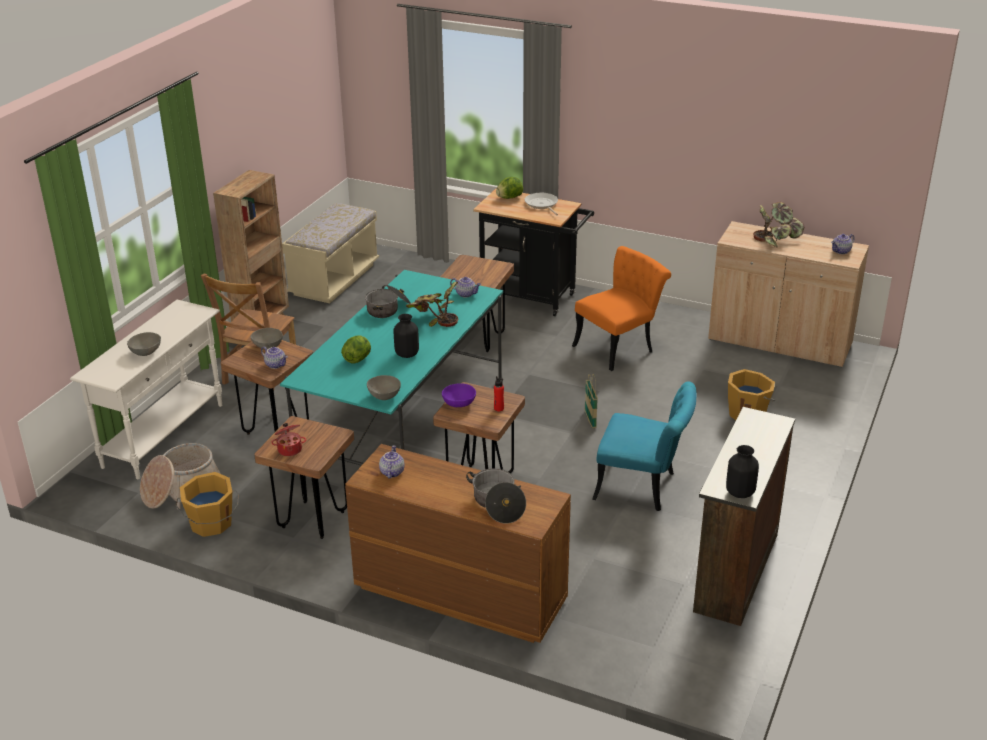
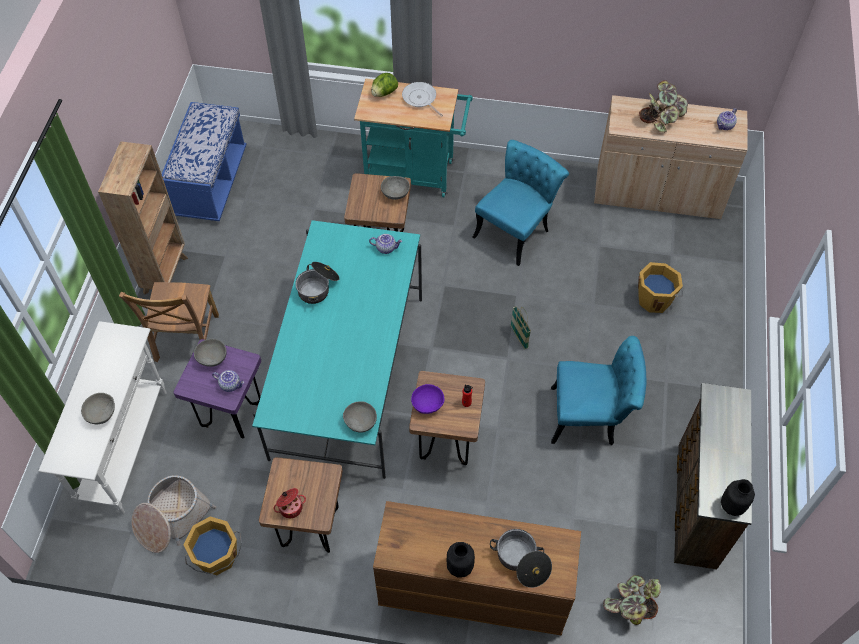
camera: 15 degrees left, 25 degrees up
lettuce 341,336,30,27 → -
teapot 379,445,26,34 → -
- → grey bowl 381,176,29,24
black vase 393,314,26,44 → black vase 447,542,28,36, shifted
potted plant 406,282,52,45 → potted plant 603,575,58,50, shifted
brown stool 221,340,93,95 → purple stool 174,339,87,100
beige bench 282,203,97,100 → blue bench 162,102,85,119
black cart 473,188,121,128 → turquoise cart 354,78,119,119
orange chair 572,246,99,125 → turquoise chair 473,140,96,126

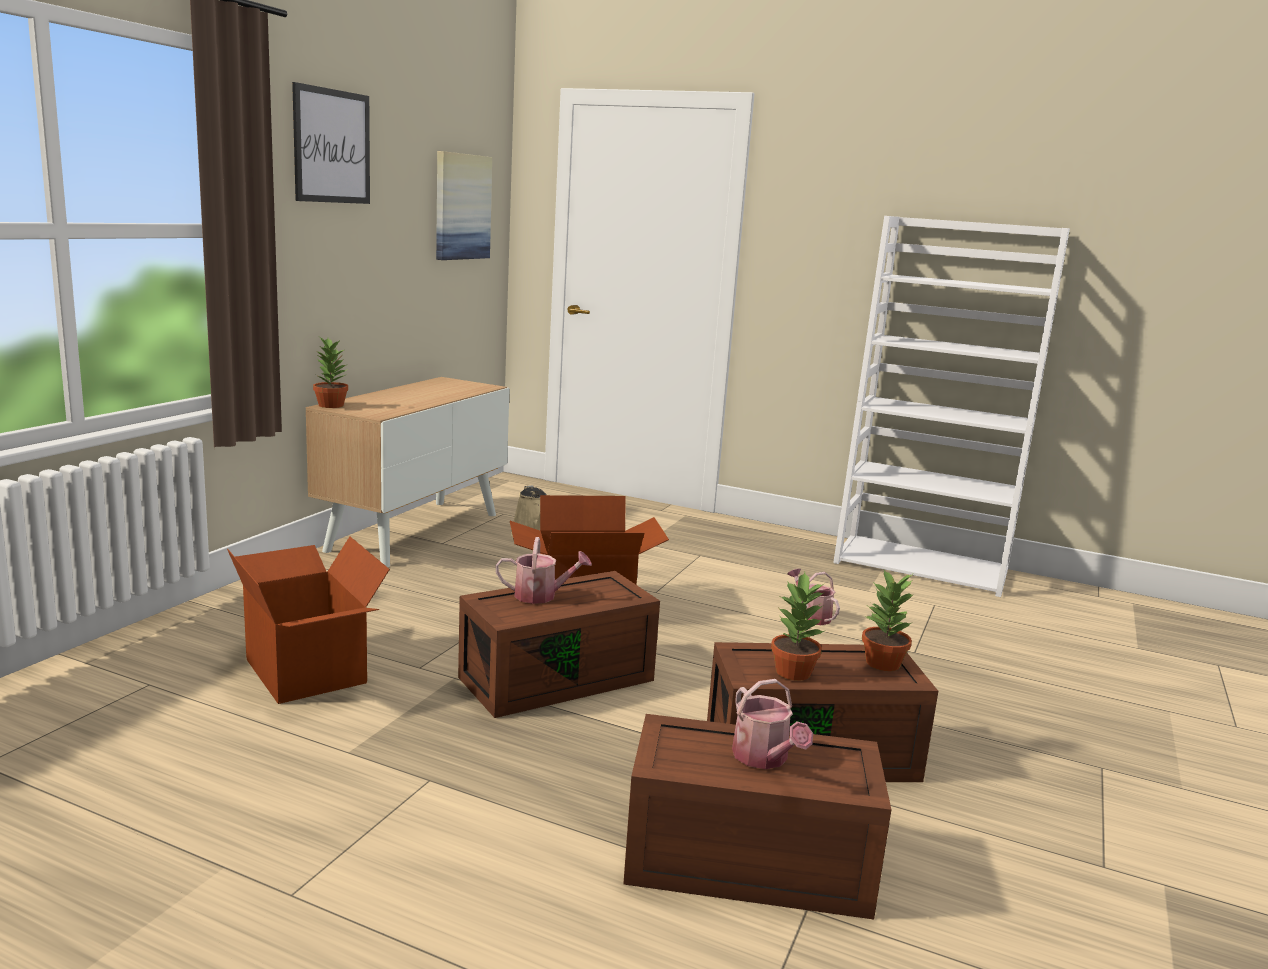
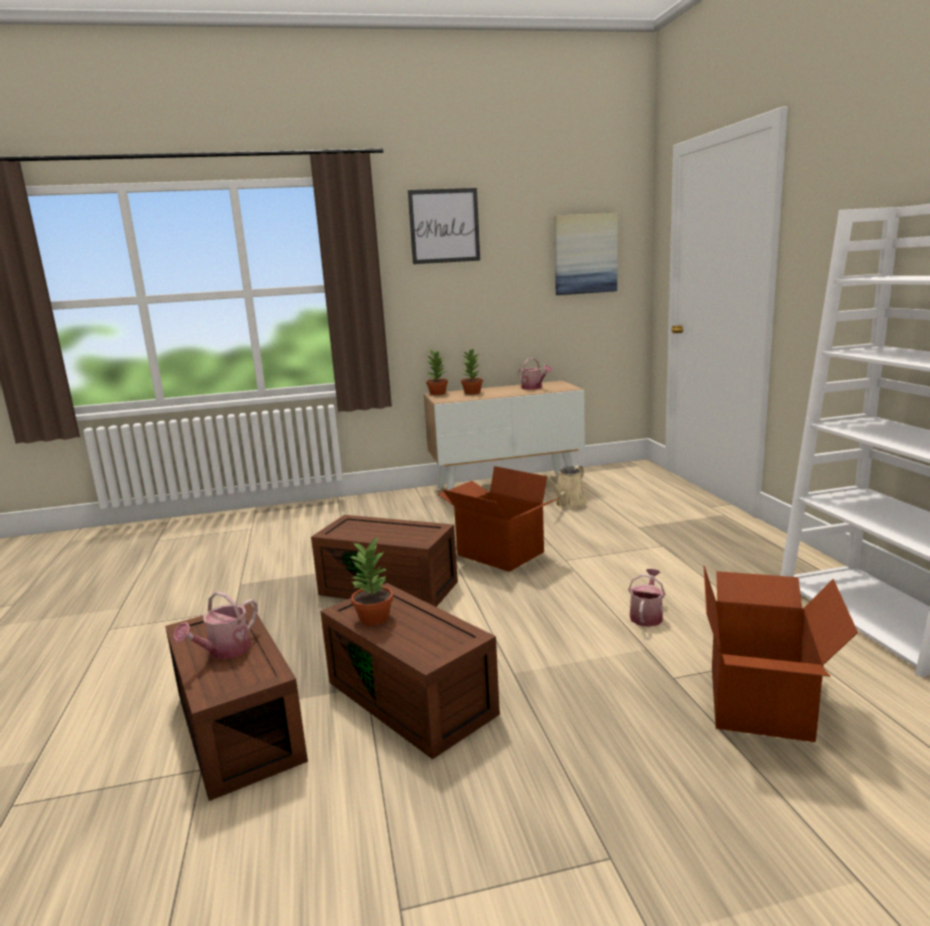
camera: 55 degrees right, 0 degrees up
cardboard box 227,536,163,168 → cardboard box 703,565,155,177, shifted
watering can 496,537,96,67 → watering can 518,358,34,32, shifted
potted plant 862,570,52,101 → potted plant 461,348,22,46, shifted

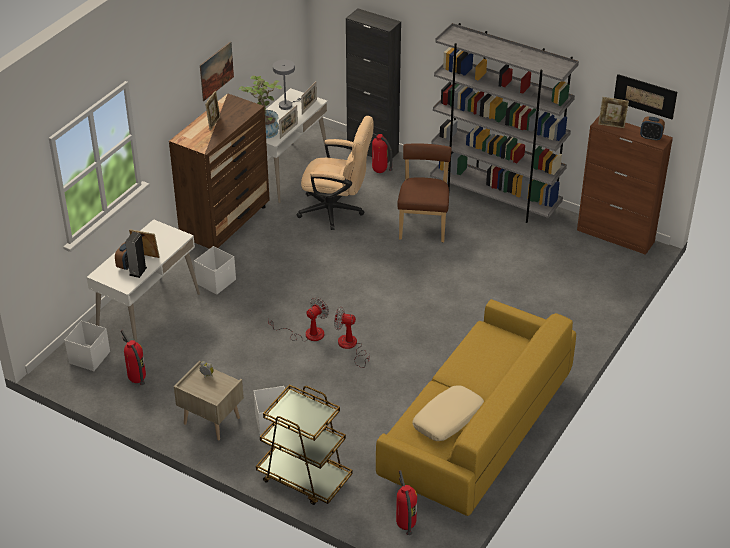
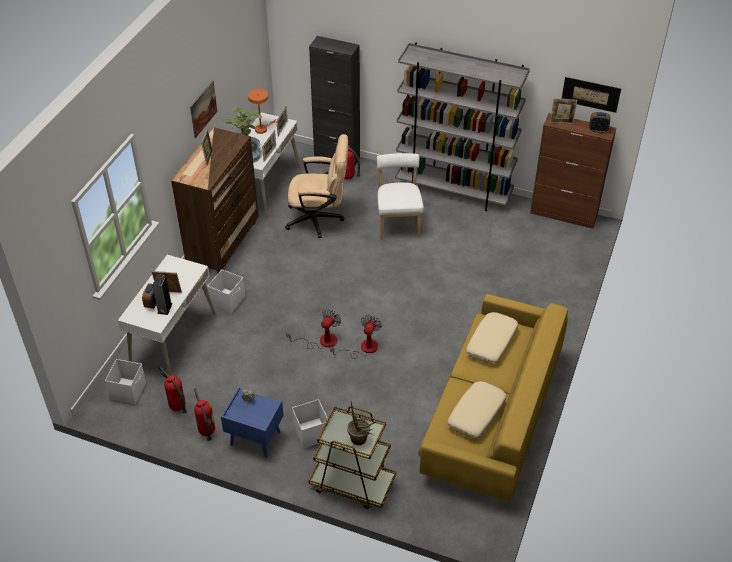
camera: 10 degrees left, 5 degrees up
- → potted plant 347,402,29,43
- → beige pillow 466,312,53,52
fire extinguisher 396,470,21,65 → fire extinguisher 194,388,21,53, shifted
beige nightstand 174,360,70,80 → blue nightstand 221,387,63,70
grey table lamp 273,60,28,50 → orange table lamp 248,89,29,45
brown chair 397,143,55,99 → white chair 377,153,47,87
fan 334,306,36,62 → fan 330,315,52,44, 105 degrees clockwise

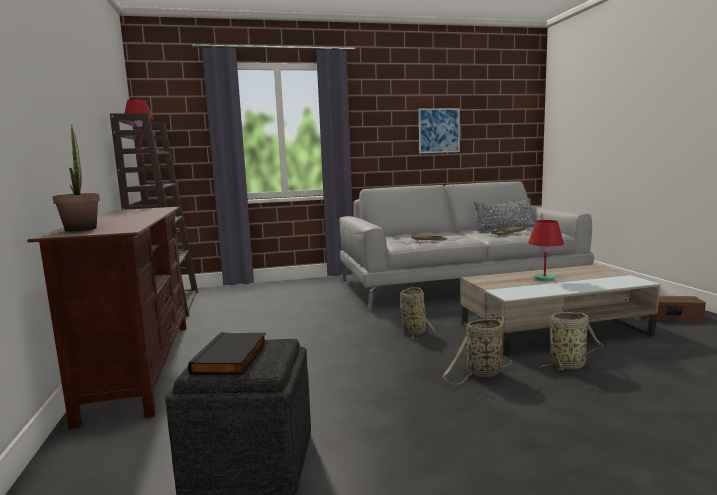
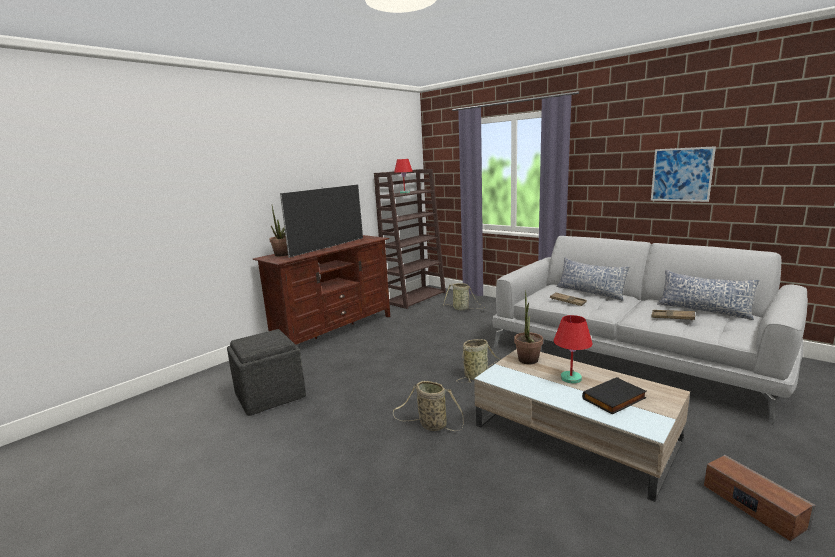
camera: 55 degrees right, 5 degrees up
- → television 280,184,83,74
- → potted plant 514,290,29,74
- → pillow 556,258,74,42
black book 188,332,79,43 → black book 582,377,65,37, shifted
basket 540,312,64,58 → basket 443,283,42,27, shifted

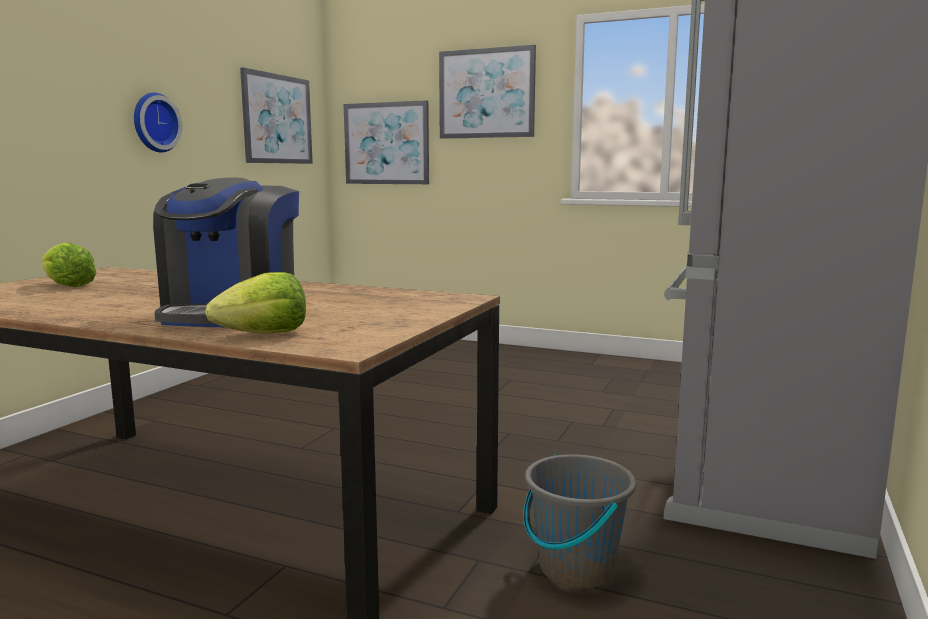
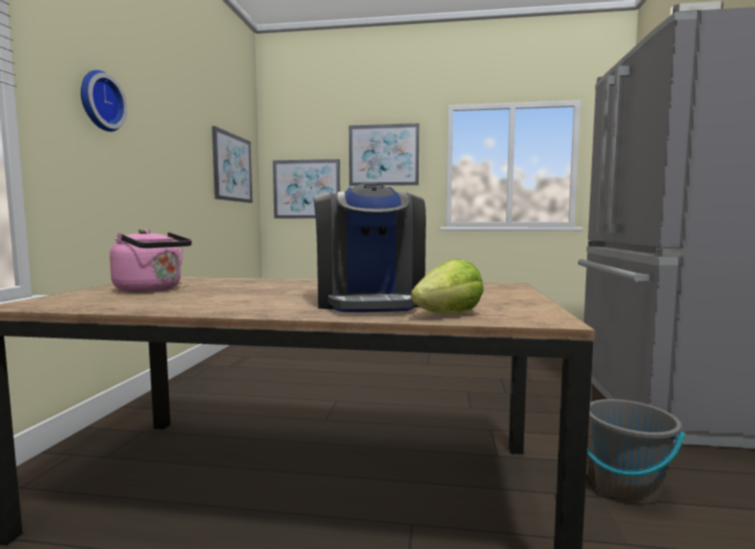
camera: 15 degrees left, 5 degrees down
wall clock 134,93,48,60 → wall clock 81,70,47,62, shifted
lettuce 41,243,56,44 → pink kettle 110,229,82,63

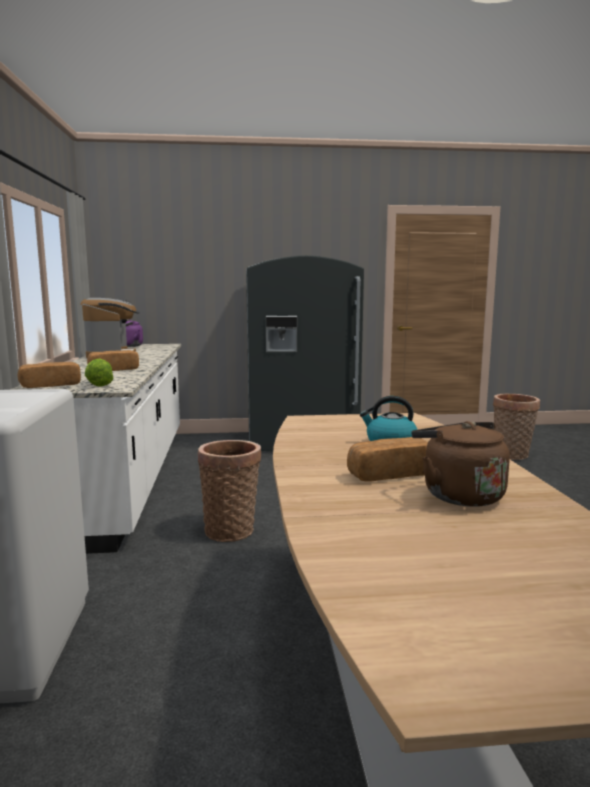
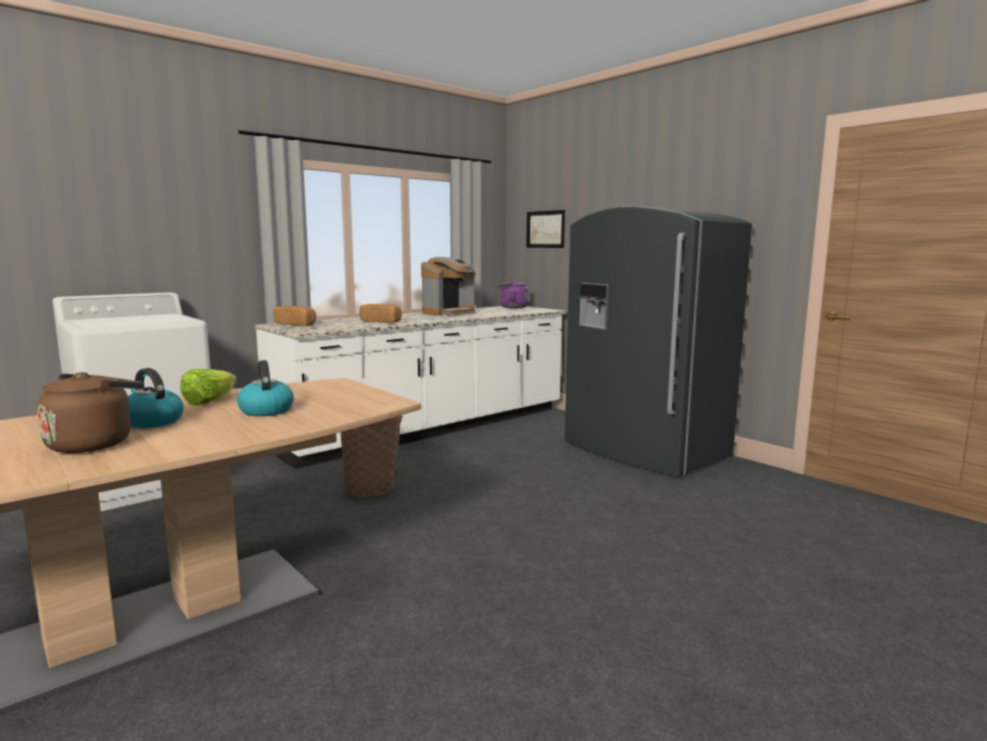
camera: 55 degrees right, 0 degrees up
basket 493,394,47,66 → -
- → picture 526,210,39,38
lettuce 85,358,28,29 → lettuce 180,369,57,36, shifted
bread 347,437,81,45 → kettle 128,368,56,60

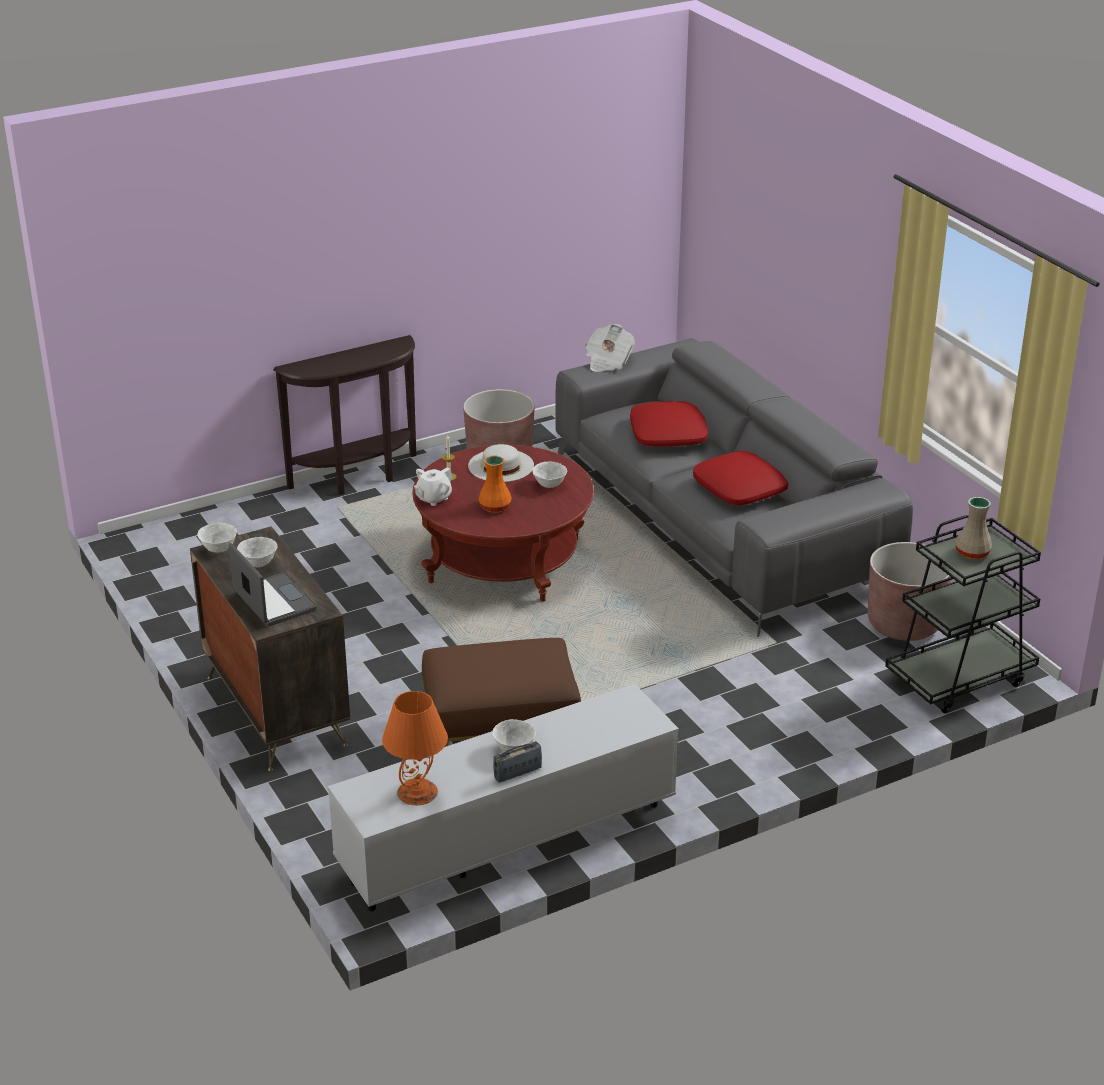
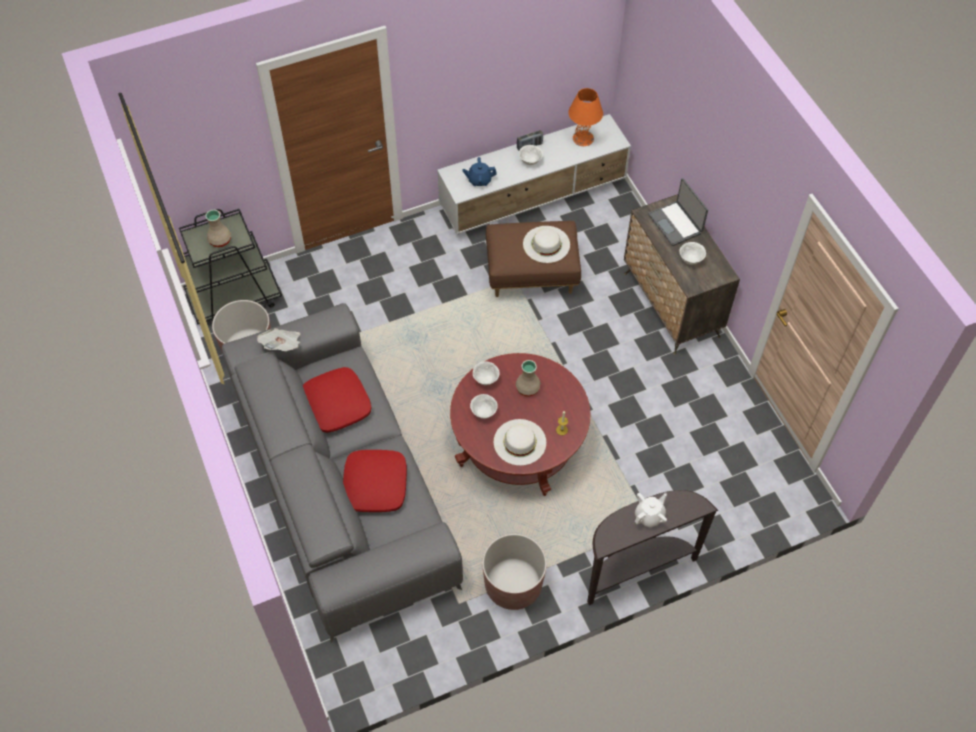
camera: 175 degrees left, 25 degrees up
- → blue teapot 462,157,35,29
- → white hat 523,226,47,37
white bowl 197,523,40,30 → white bowl 473,361,26,24, shifted
white teapot 414,467,39,39 → white teapot 634,493,33,34, shifted
newspaper 586,324,49,48 → newspaper 257,328,43,23, shifted
orange vase 478,455,34,58 → beige vase 516,360,25,37

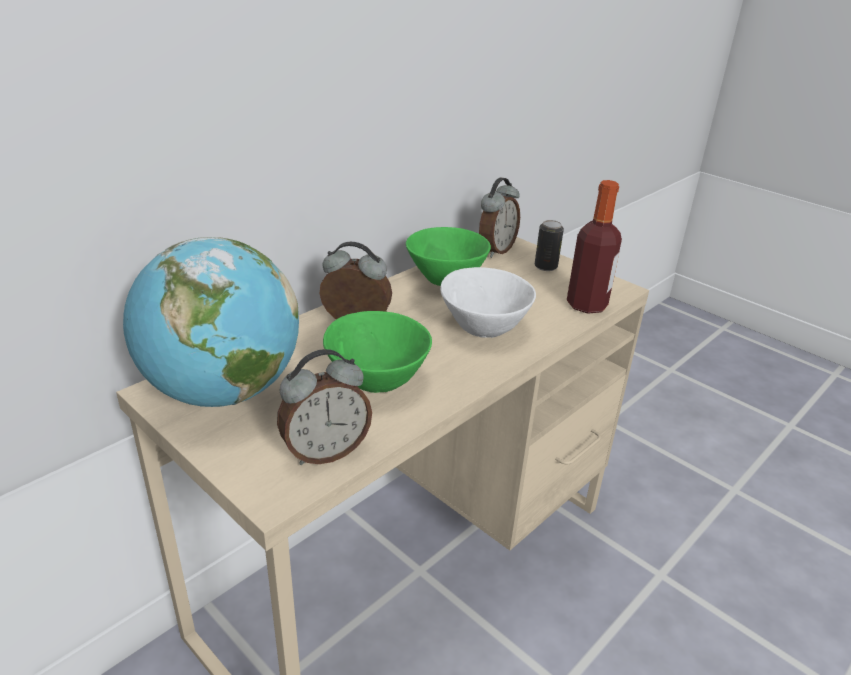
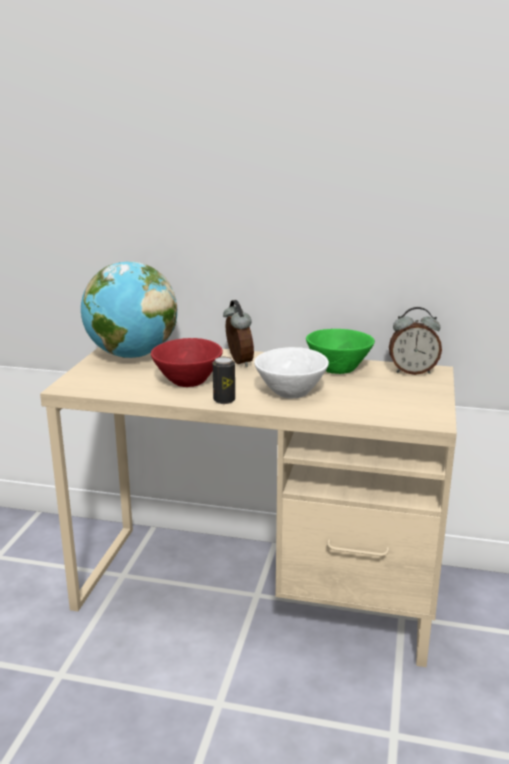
camera: 60 degrees right, 10 degrees down
alarm clock 277,349,95,116 → -
bottle 567,180,55,134 → -
can 535,220,29,51 → can 213,357,22,47, shifted
green bowl 323,311,109,82 → red bowl 151,338,72,49

